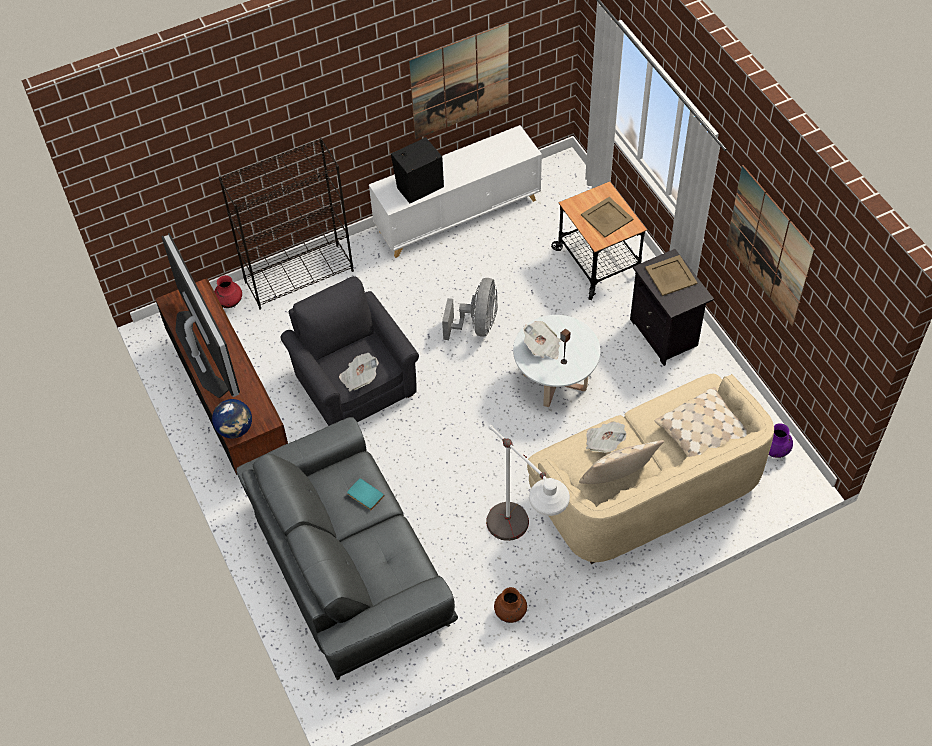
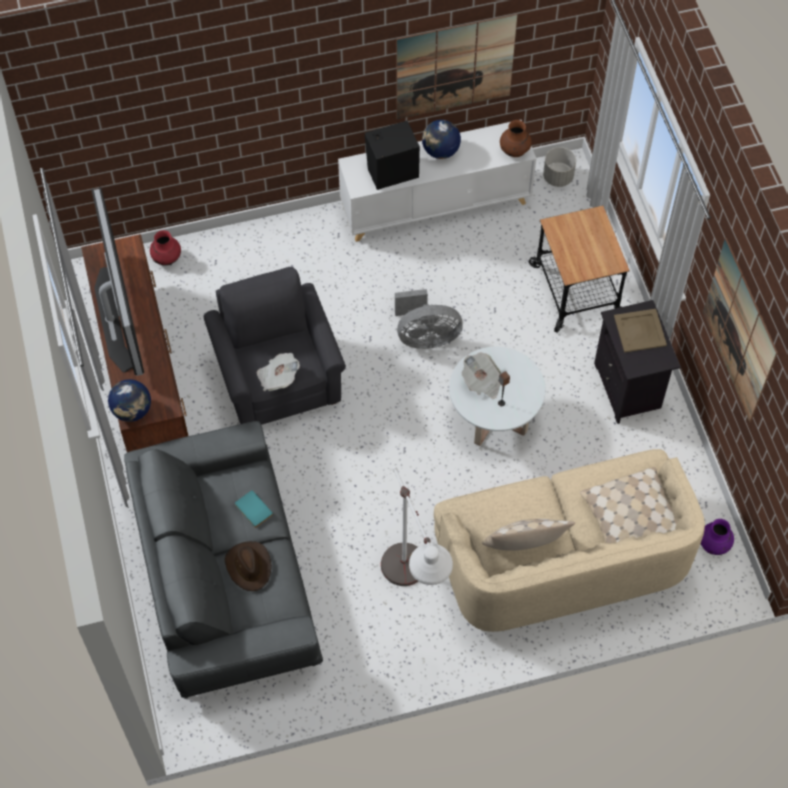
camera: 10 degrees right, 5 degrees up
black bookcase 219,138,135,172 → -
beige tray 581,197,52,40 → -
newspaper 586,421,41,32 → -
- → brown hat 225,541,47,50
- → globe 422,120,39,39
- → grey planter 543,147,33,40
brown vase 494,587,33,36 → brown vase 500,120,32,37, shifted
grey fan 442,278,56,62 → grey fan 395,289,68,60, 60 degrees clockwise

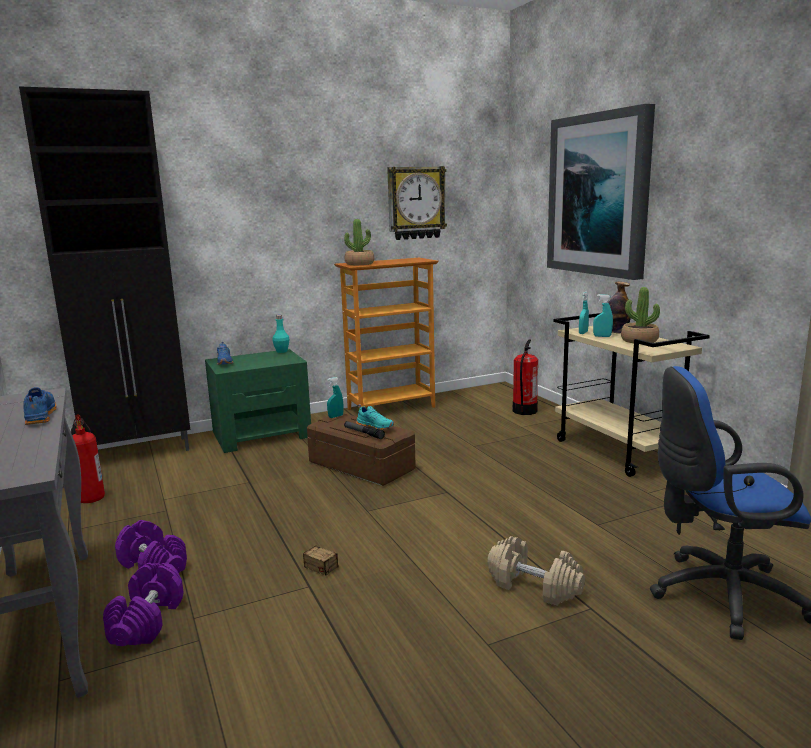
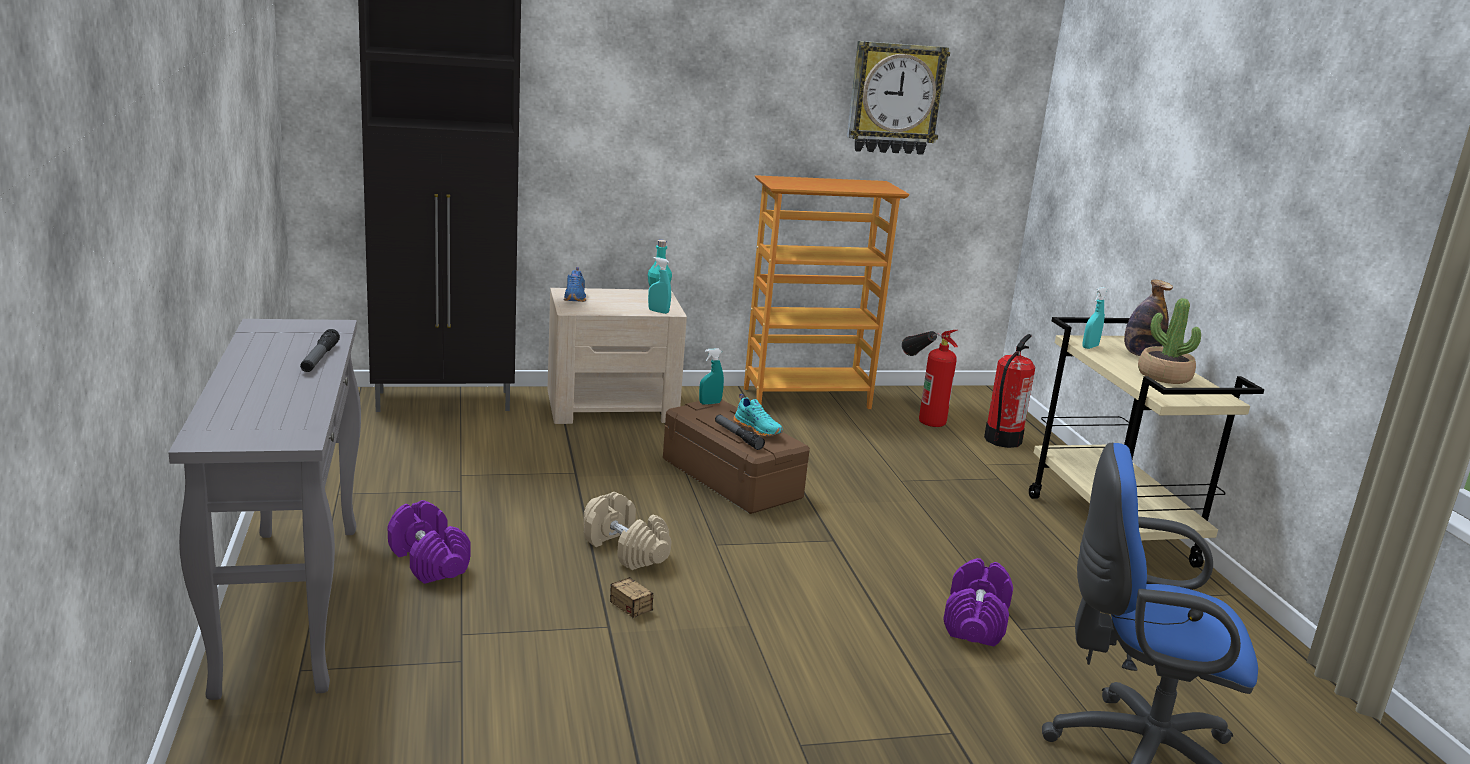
camera: 10 degrees right, 5 degrees up
potted plant 344,219,30,46 → -
picture 547,104,108,176 → -
fire extinguisher 71,414,34,89 → fire extinguisher 902,330,56,97, shifted
purple dumbbell 103,563,81,83 → purple dumbbell 943,558,70,88, shifted
beige dumbbell 487,536,98,70 → beige dumbbell 583,492,88,78, shifted
turquoise spray bottle 593,294,20,43 → turquoise spray bottle 648,257,23,57, shifted
blue shoe 23,387,34,38 → flashlight 300,329,40,43
green nightstand 205,349,106,104 → beige nightstand 547,288,140,136

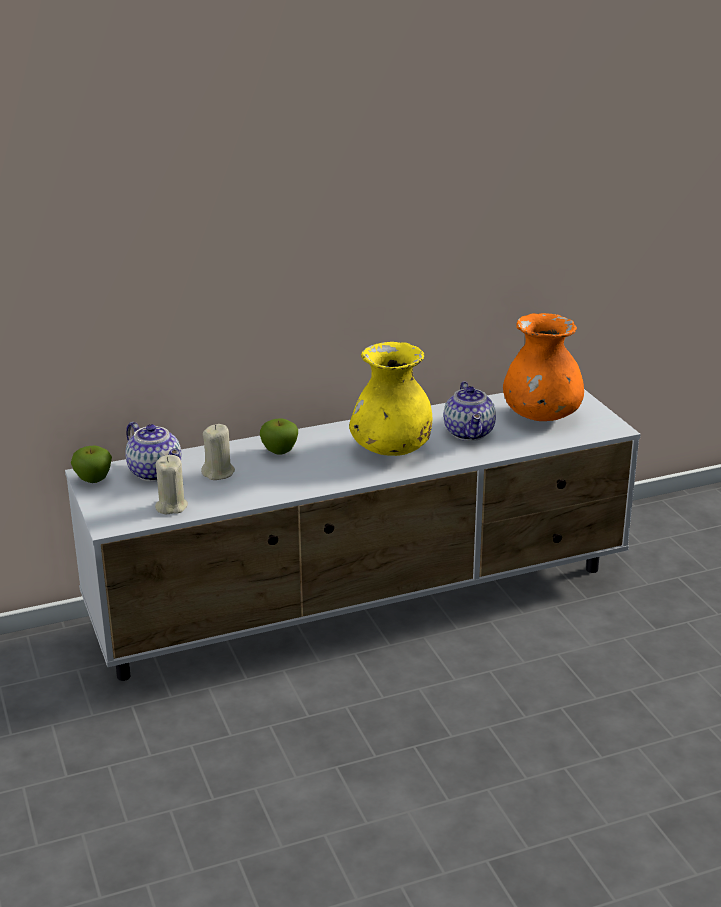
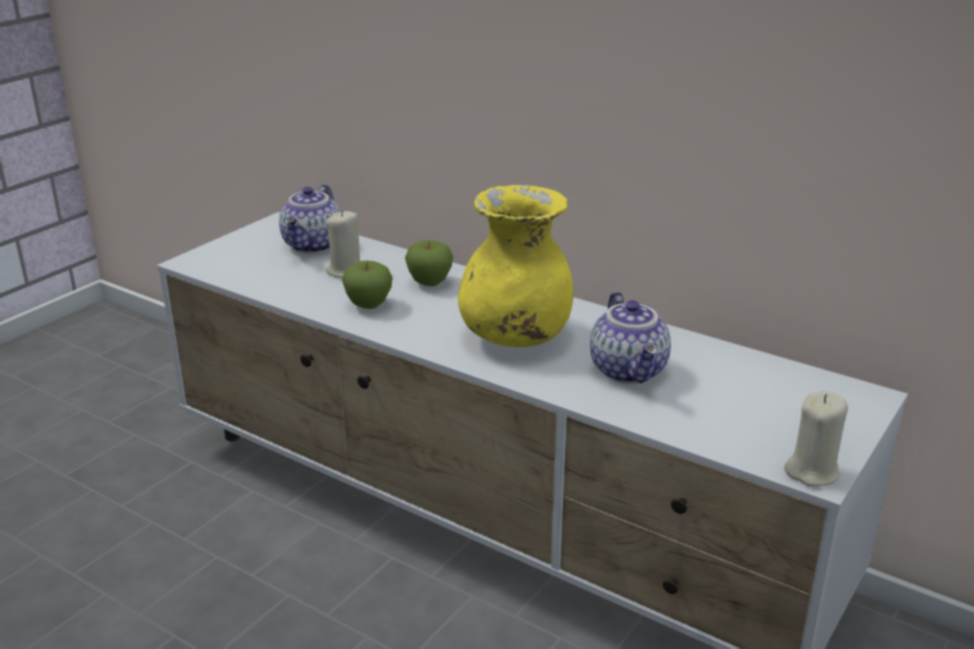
camera: 55 degrees right, 0 degrees up
orange vase 503,313,81,108 → -
apple 71,445,41,38 → apple 342,261,51,48, shifted
beige candle 155,455,33,59 → beige candle 784,391,64,96, shifted
teapot 444,381,52,60 → teapot 590,292,81,92, 60 degrees counterclockwise

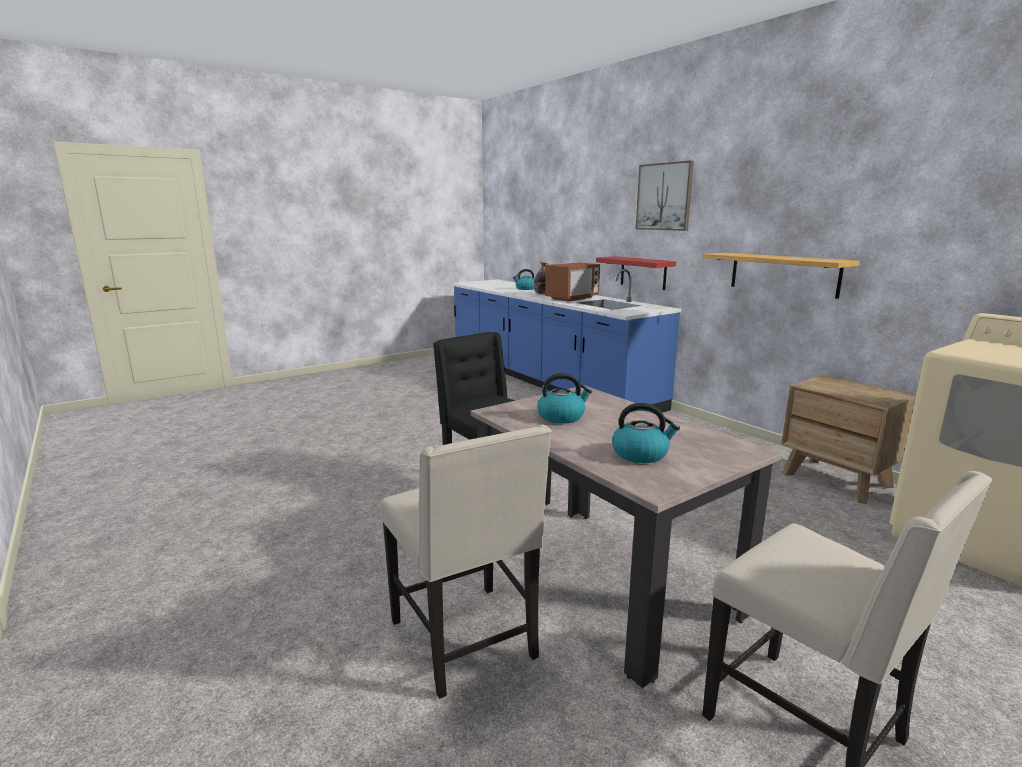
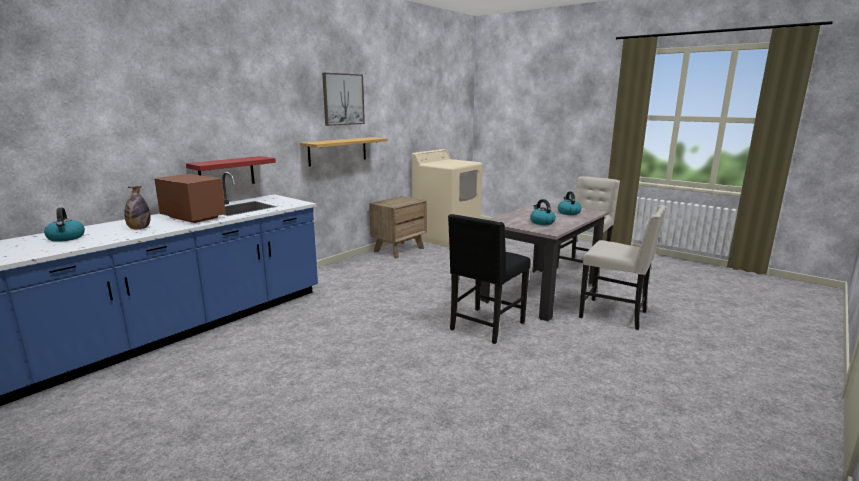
camera: 105 degrees left, 0 degrees up
picture 636,161,58,70 → picture 322,73,43,53, shifted
beige chair 380,425,172,274 → beige chair 579,205,87,125, 75 degrees clockwise

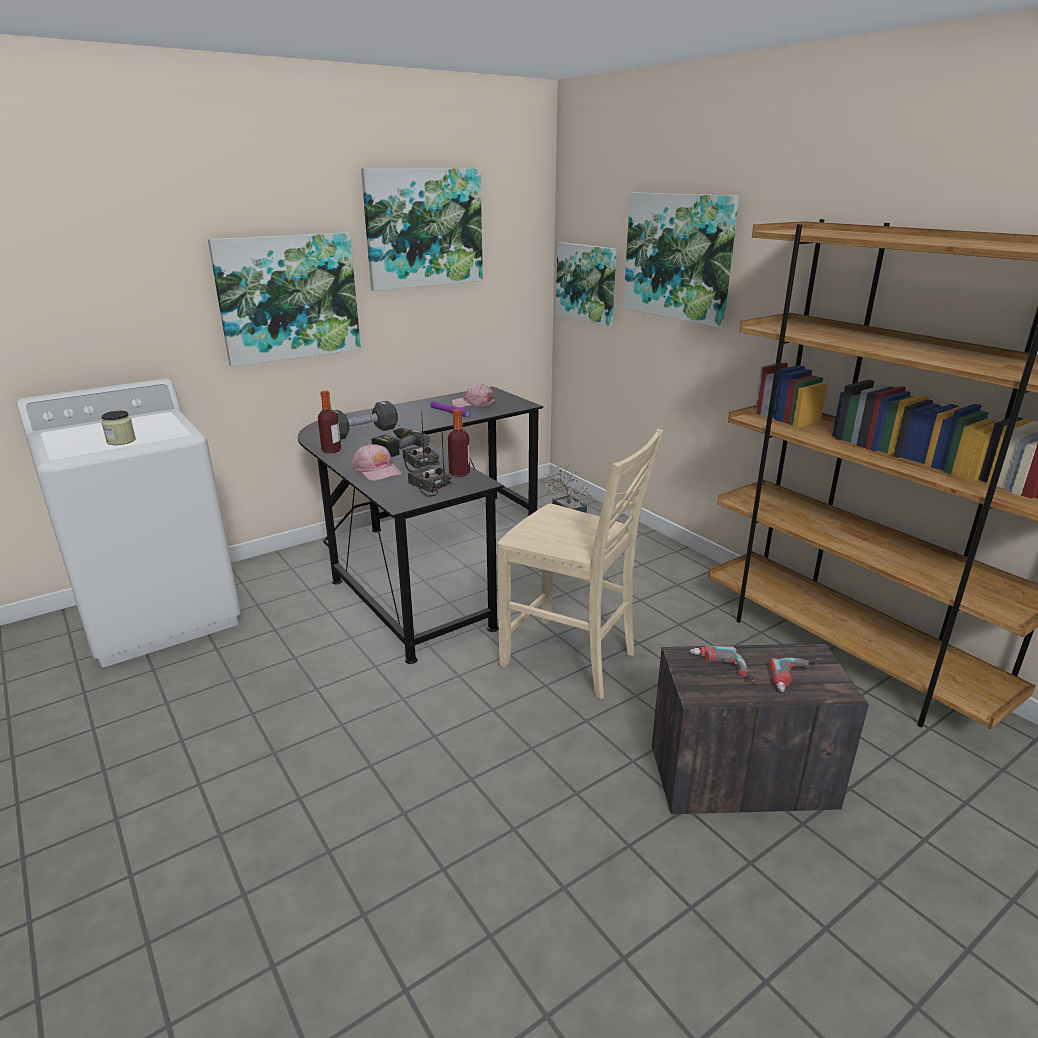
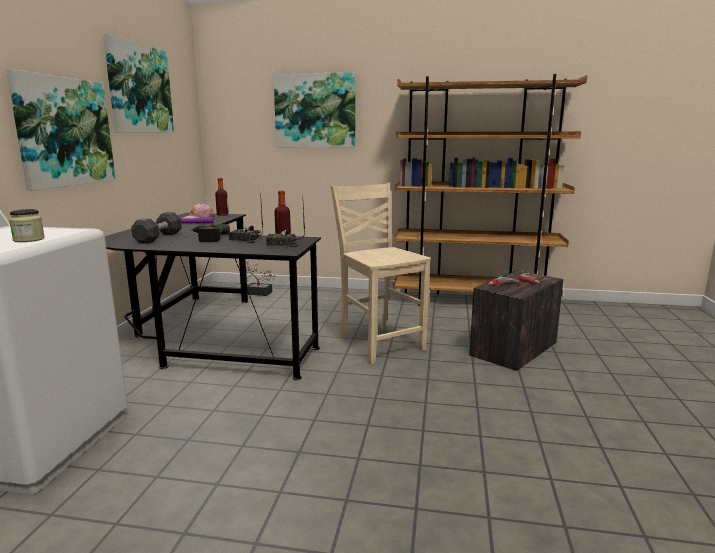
camera: 45 degrees left, 10 degrees down
pink cap 352,444,50,37 → -
picture 556,242,60,84 → -
bottle 318,390,23,63 → bottle 215,178,14,38, shifted
beige chair 498,429,165,270 → beige chair 331,183,100,181, 105 degrees counterclockwise

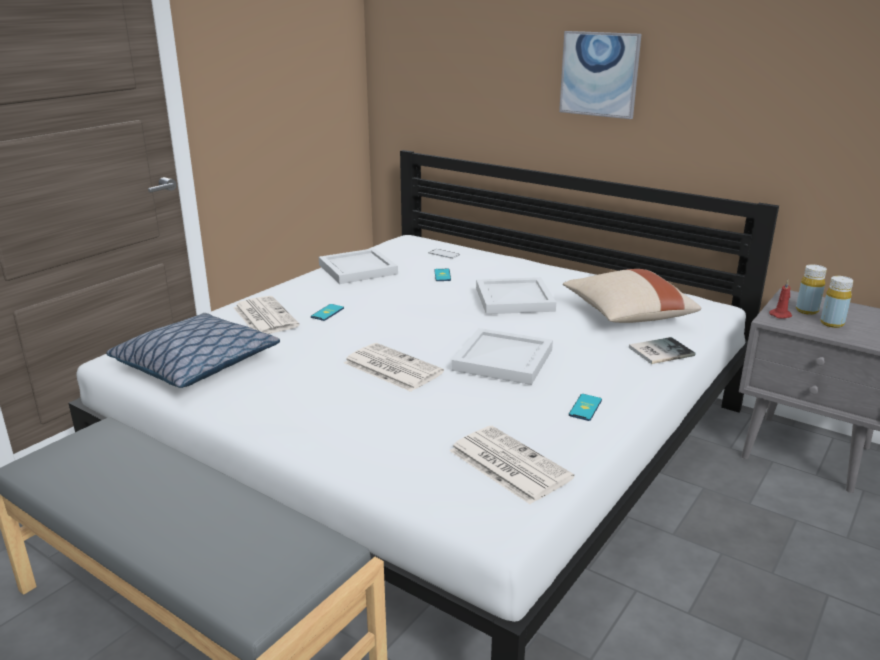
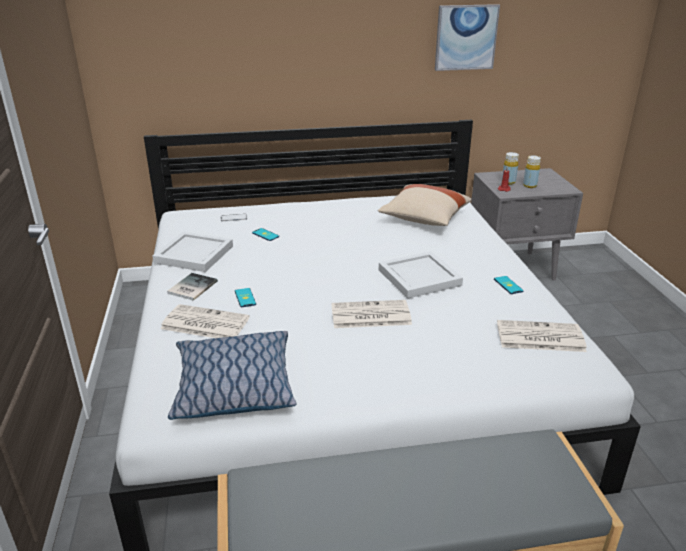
camera: 45 degrees left, 5 degrees up
white tray 476,277,80,37 → -
picture 559,31,83,88 → picture 435,4,65,67, shifted
book 629,337,66,27 → book 167,273,51,28, shifted

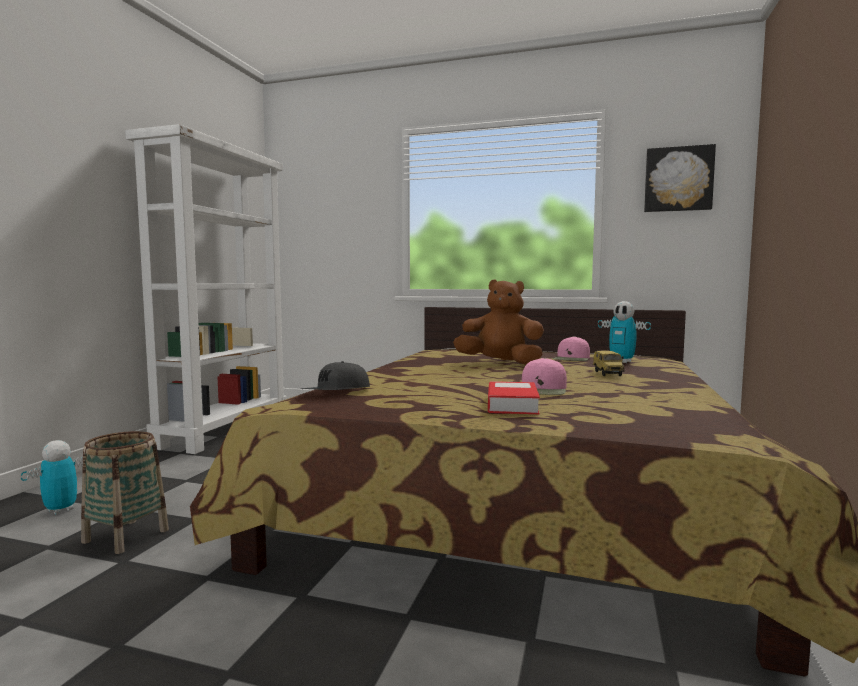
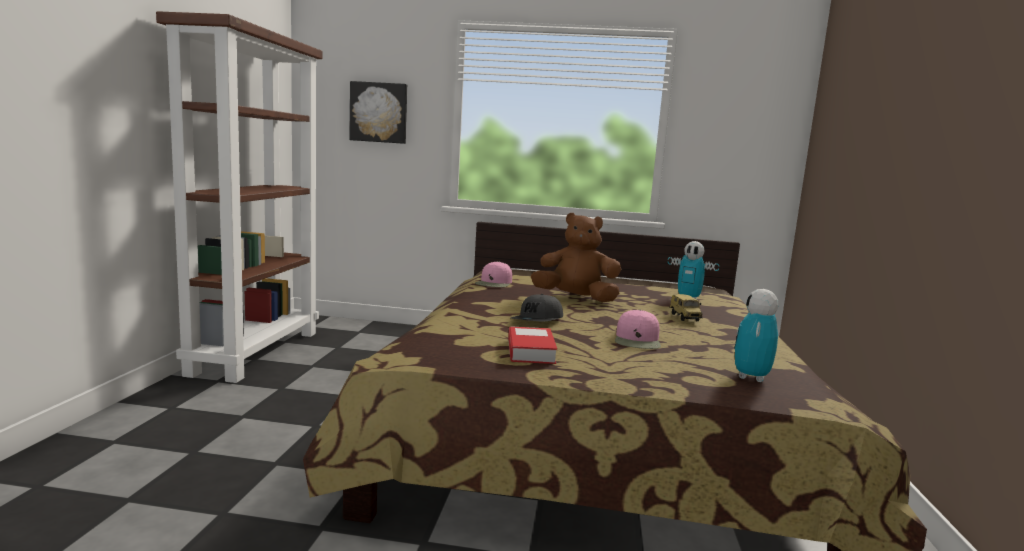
camera: 10 degrees left, 5 degrees up
basket 81,431,88,123 → -
toy robot 21,440,62,75 → toy robot 734,289,45,93, shifted
grey cap 301,361,69,29 → grey cap 511,294,52,27, shifted
book 488,381,52,33 → book 508,326,49,38, shifted
pink cap 553,336,37,25 → pink cap 475,261,37,26, shifted
picture 644,144,72,68 → picture 349,81,58,63, shifted
white bookcase 125,124,162,330 → brown bookcase 156,11,166,372

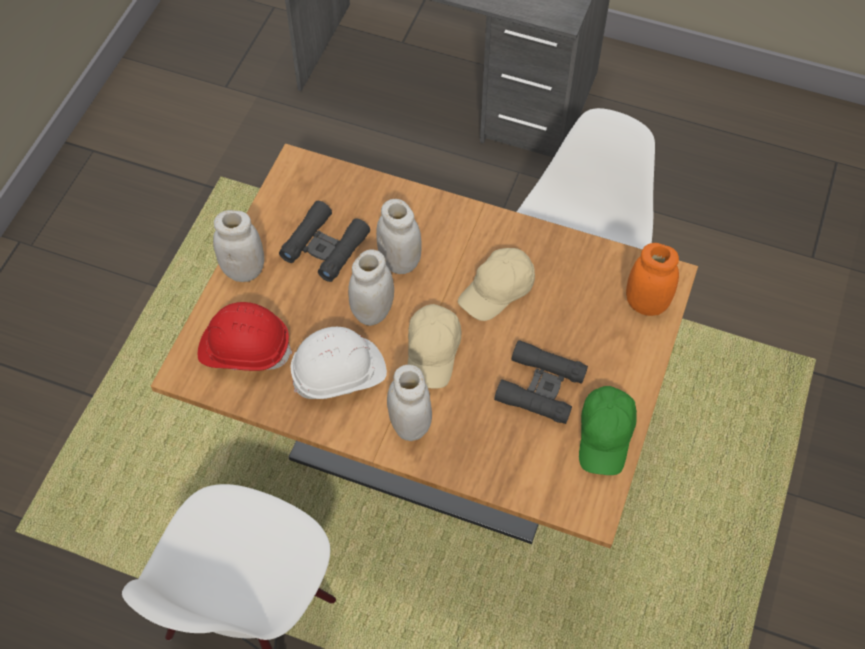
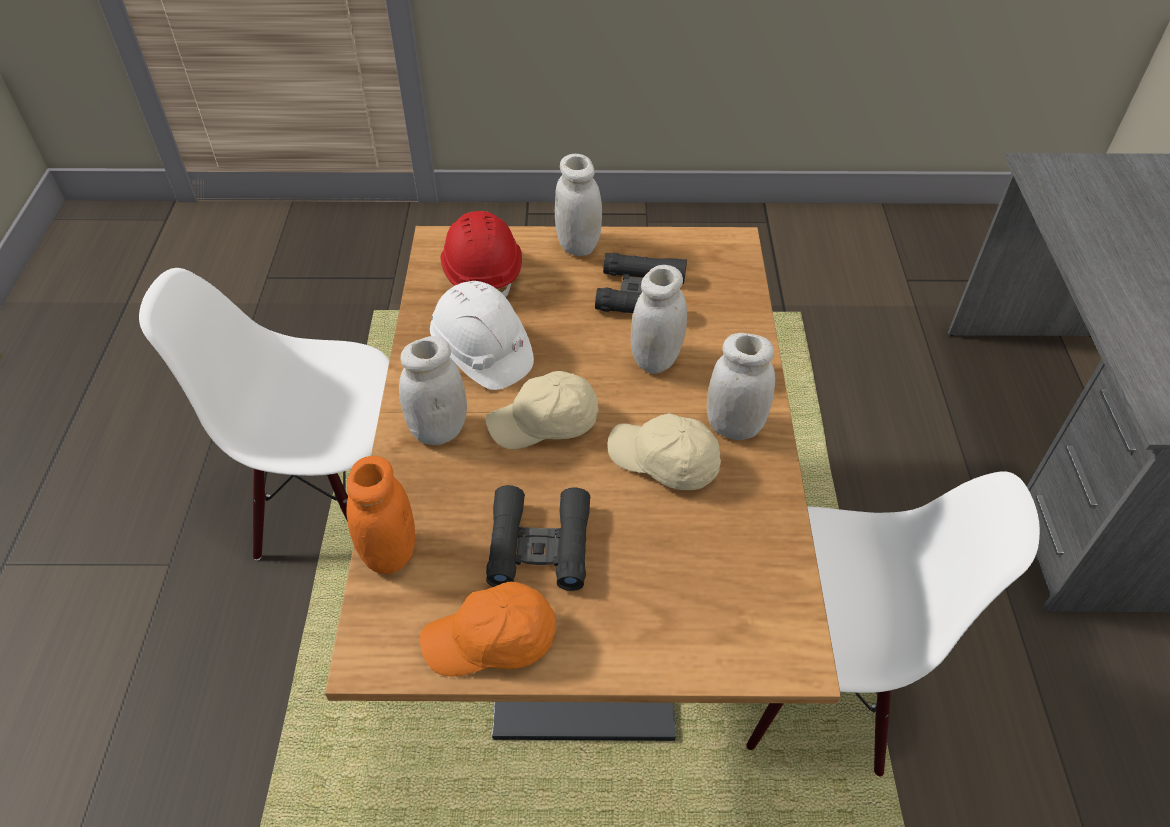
camera: 70 degrees right, 10 degrees down
white jar 348,249,46,77 → white jar 707,333,68,107, shifted
orange jar 626,243,53,73 → orange jar 347,456,68,118, shifted
green cap 579,386,58,89 → orange cap 420,582,136,95

